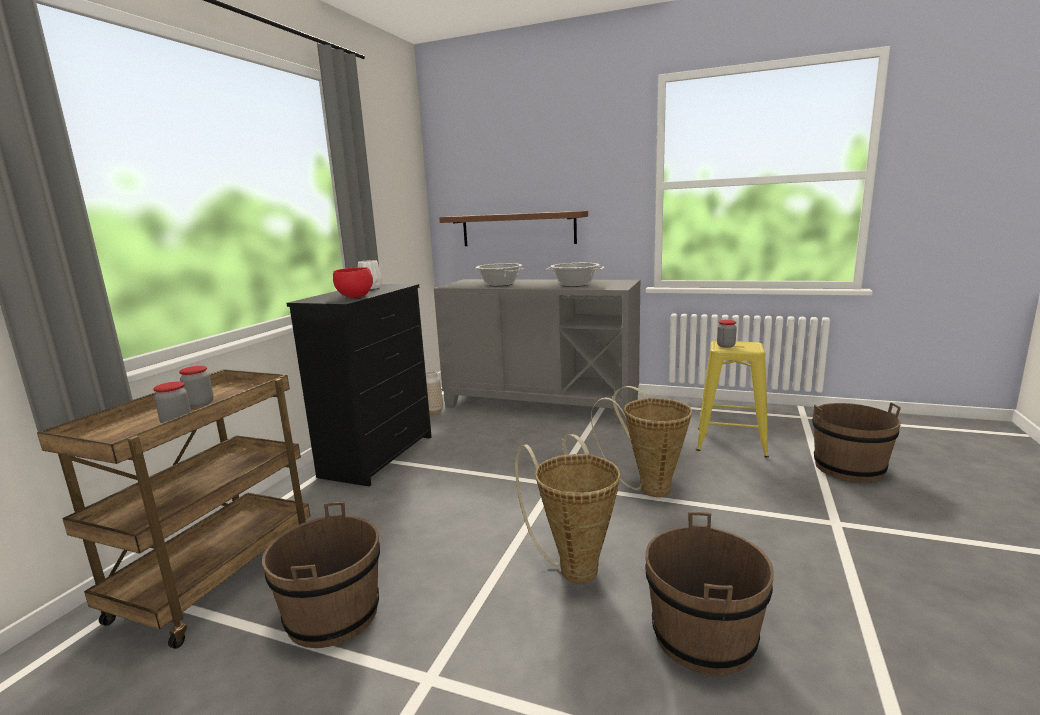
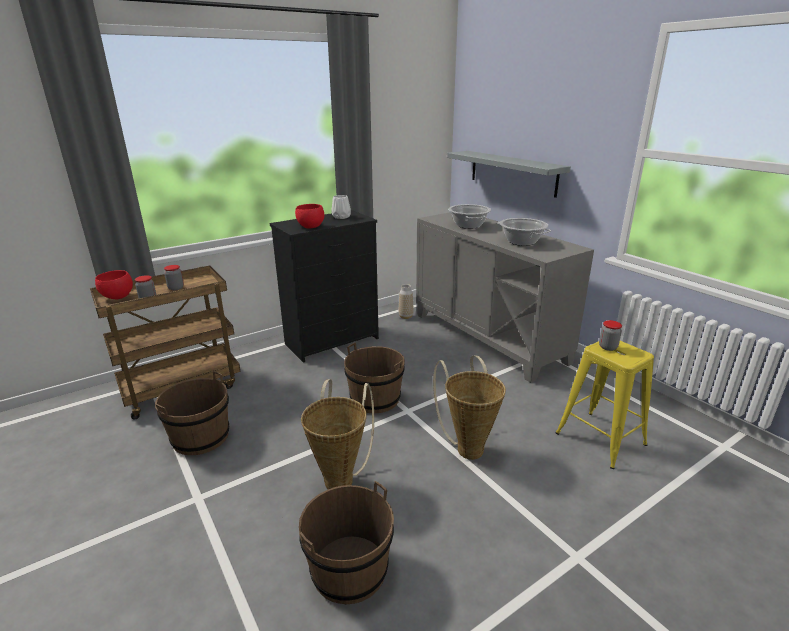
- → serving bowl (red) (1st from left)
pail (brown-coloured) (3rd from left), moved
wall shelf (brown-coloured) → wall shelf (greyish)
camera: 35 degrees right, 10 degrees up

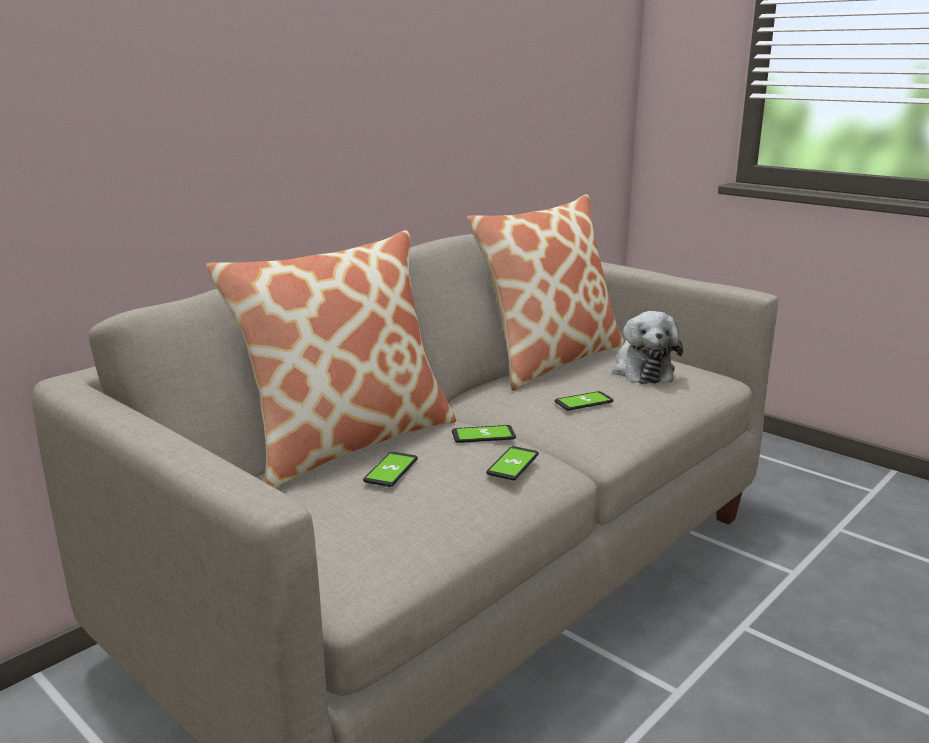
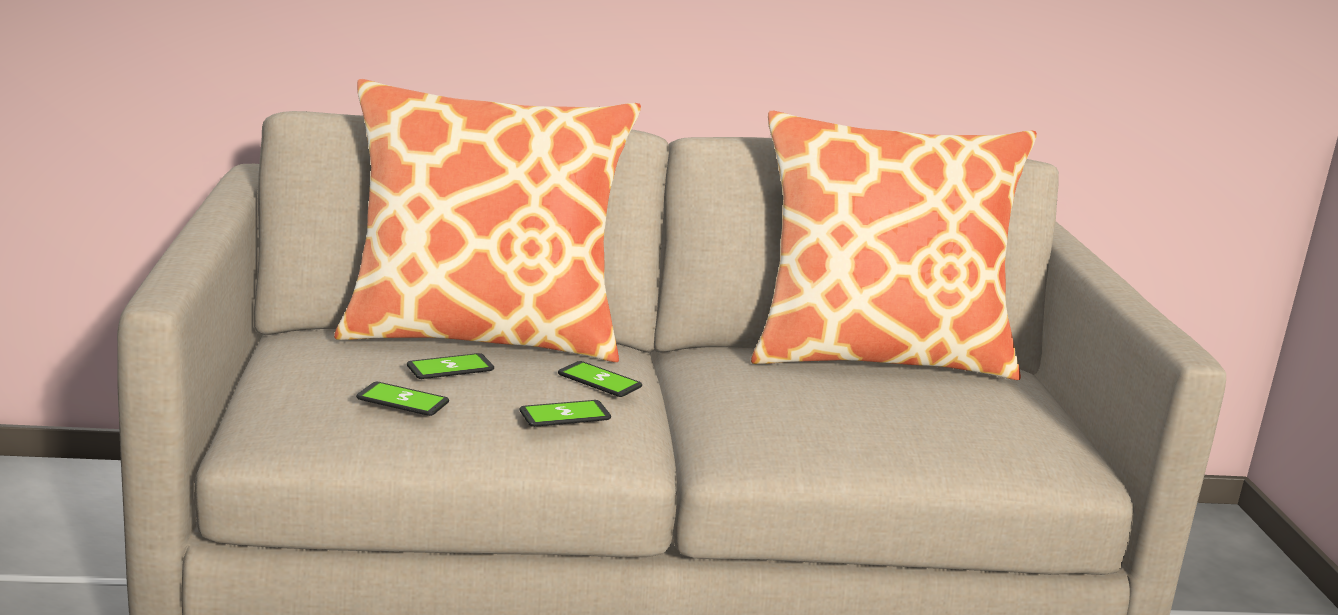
cuddly toy → -
telephone (4th from left in the first image) → telephone (1st from left), moved
camera: 40 degrees right, 0 degrees up

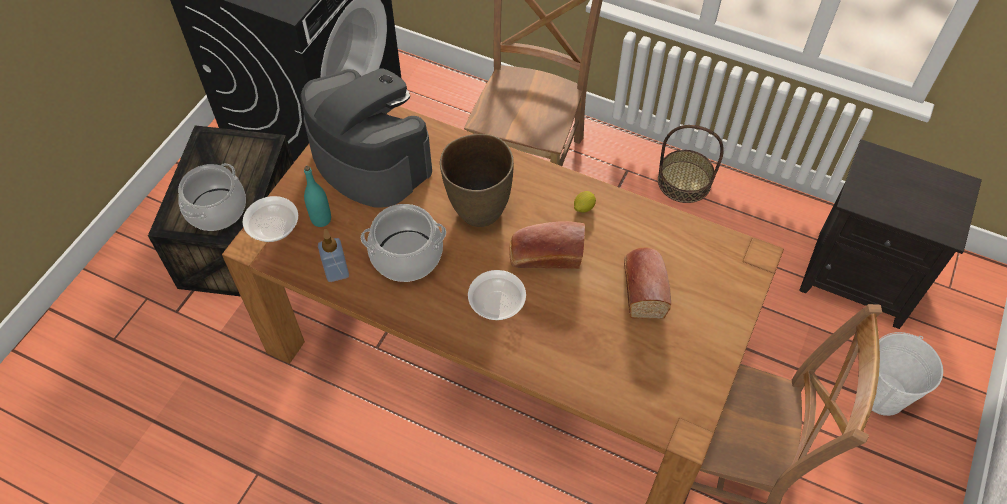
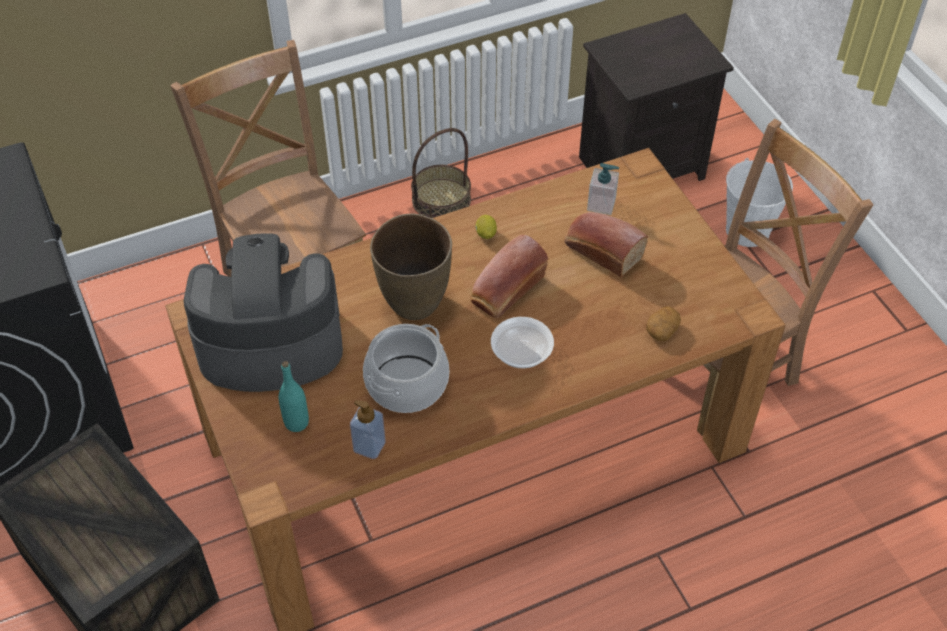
cooking pot (1st from left) → -
serving bowl (1st from left) → -
- → soap dispenser (2nd from left)
- → potato
camera: 50 degrees left, 5 degrees down

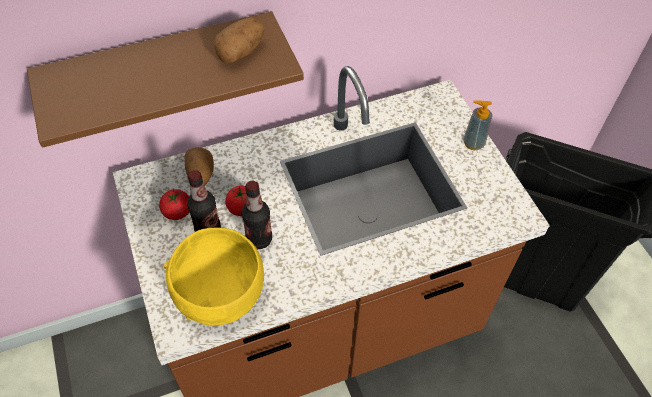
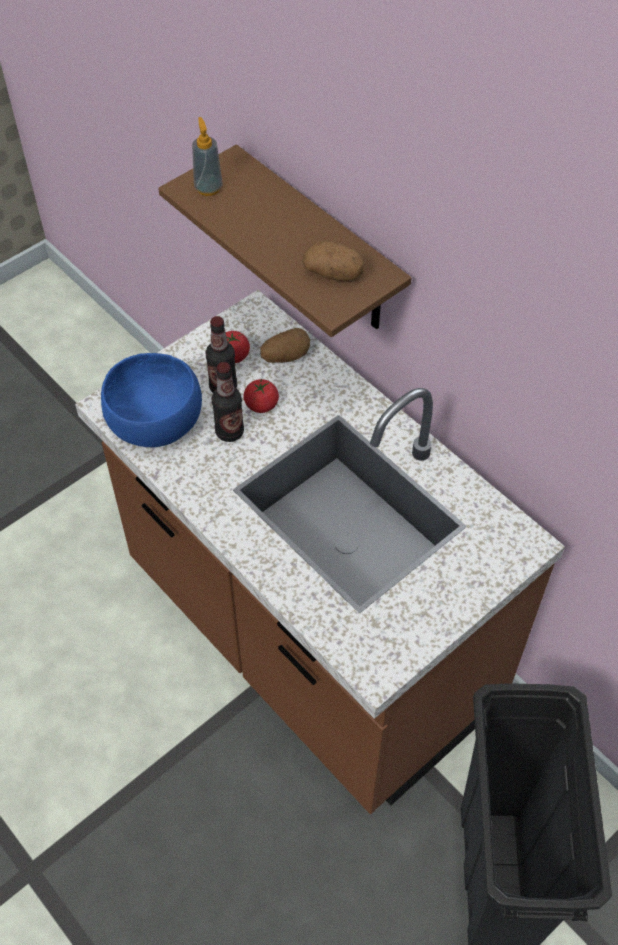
soap dispenser, moved
serving bowl (yellow-coloured) → serving bowl (bluish)
camera: 70 degrees right, 0 degrees up

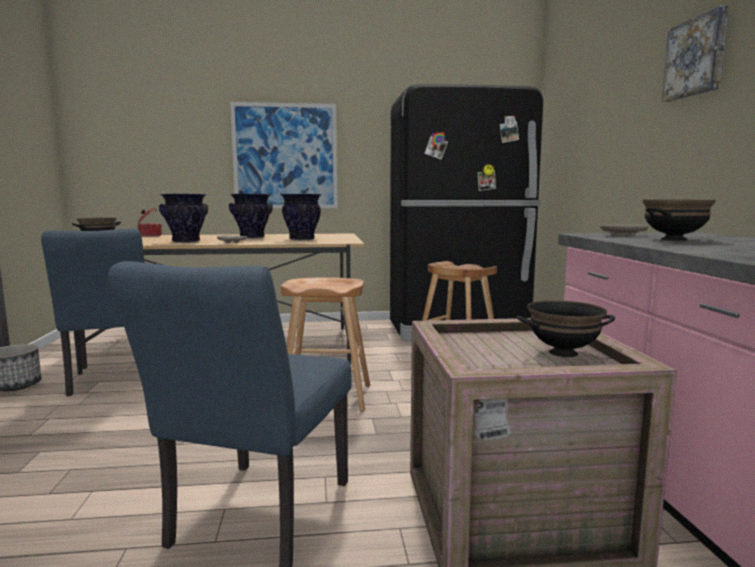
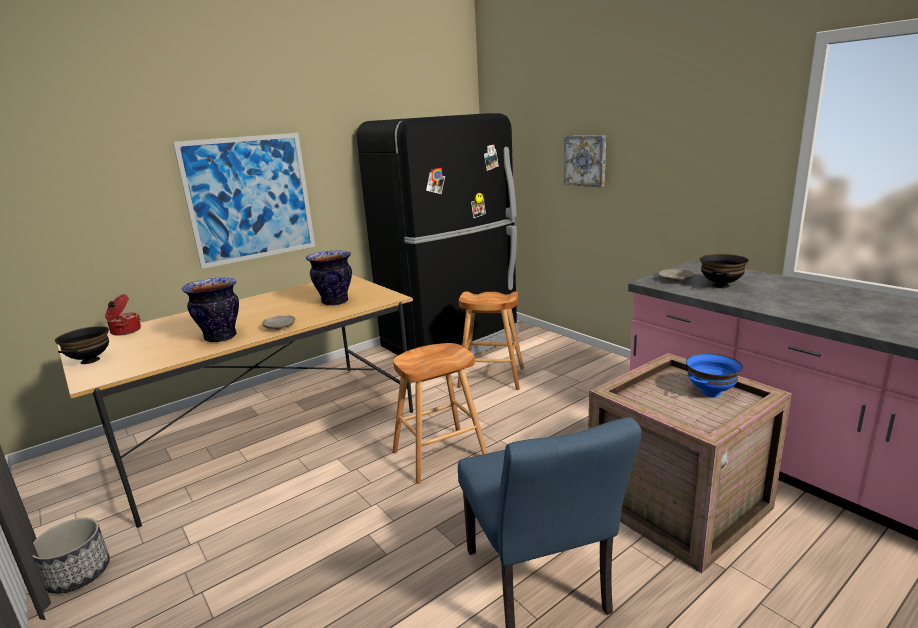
chair (bluish) (1st from left) → -
vase (2nd from left) → -
wall art (2nd from left), moved
serving bowl (black-coloured) (2nd from left) → serving bowl (bluish)
camera: 30 degrees left, 10 degrees up

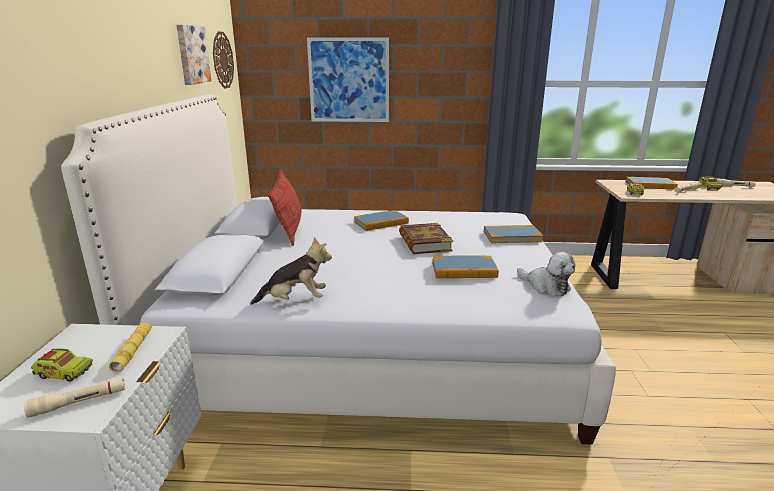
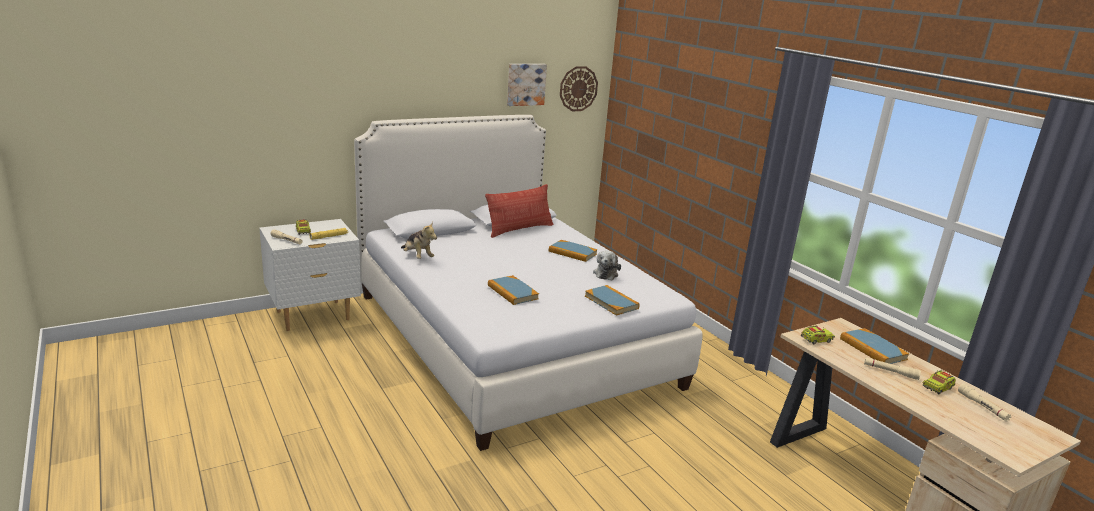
wall art (2nd from left) → -
bound book (2nd from left) → -
cuddly toy (2nd from left), moved
camera: 55 degrees right, 0 degrees up

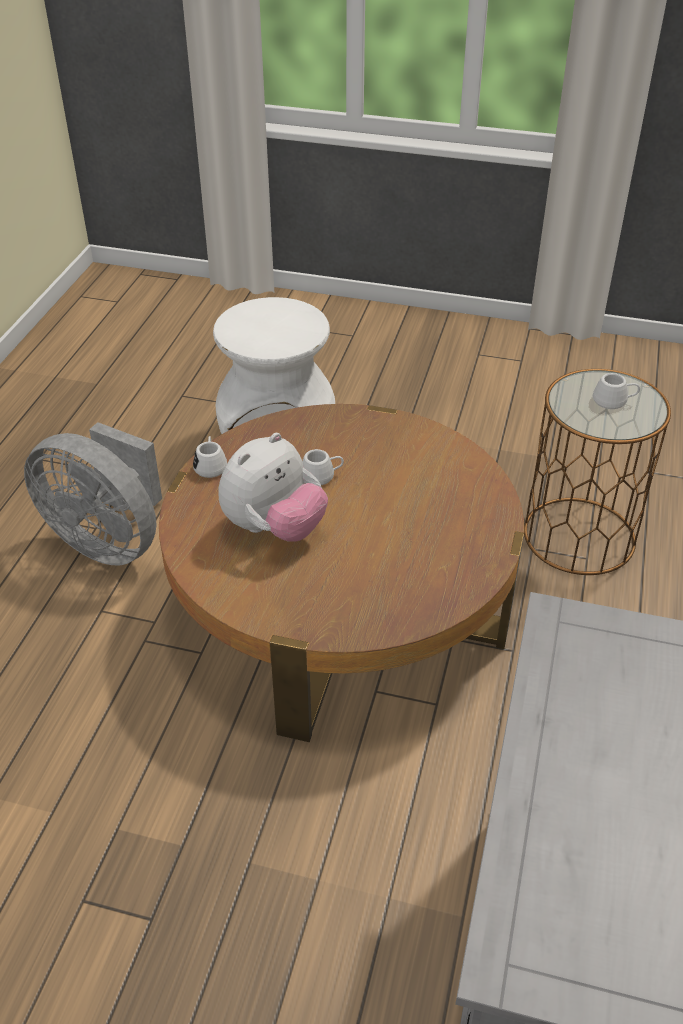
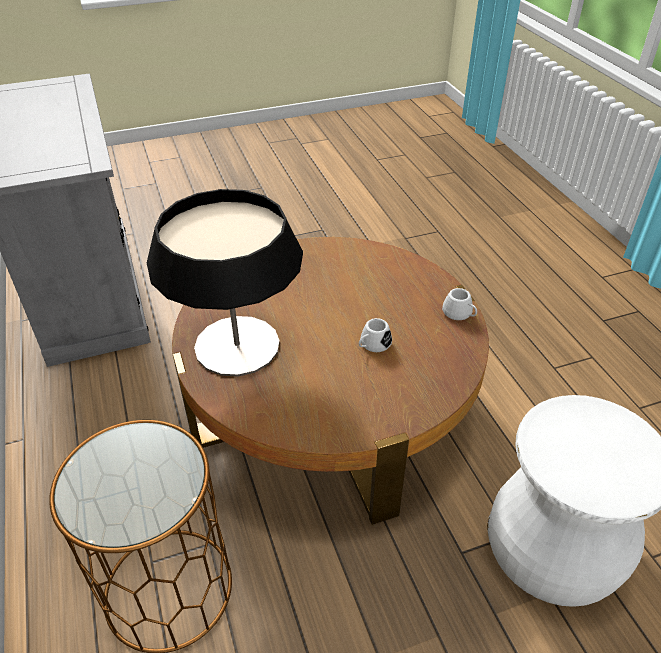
electric fan (greyish) → -
cuddly toy → -
mug (whitish) (3rd from left) → -
- → lamp for a table
camera: 145 degrees right, 0 degrees up

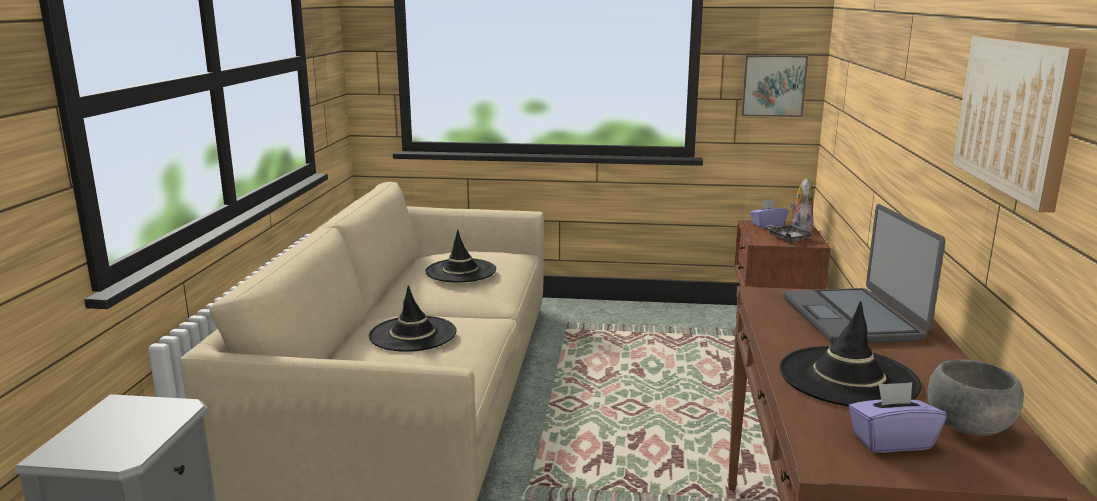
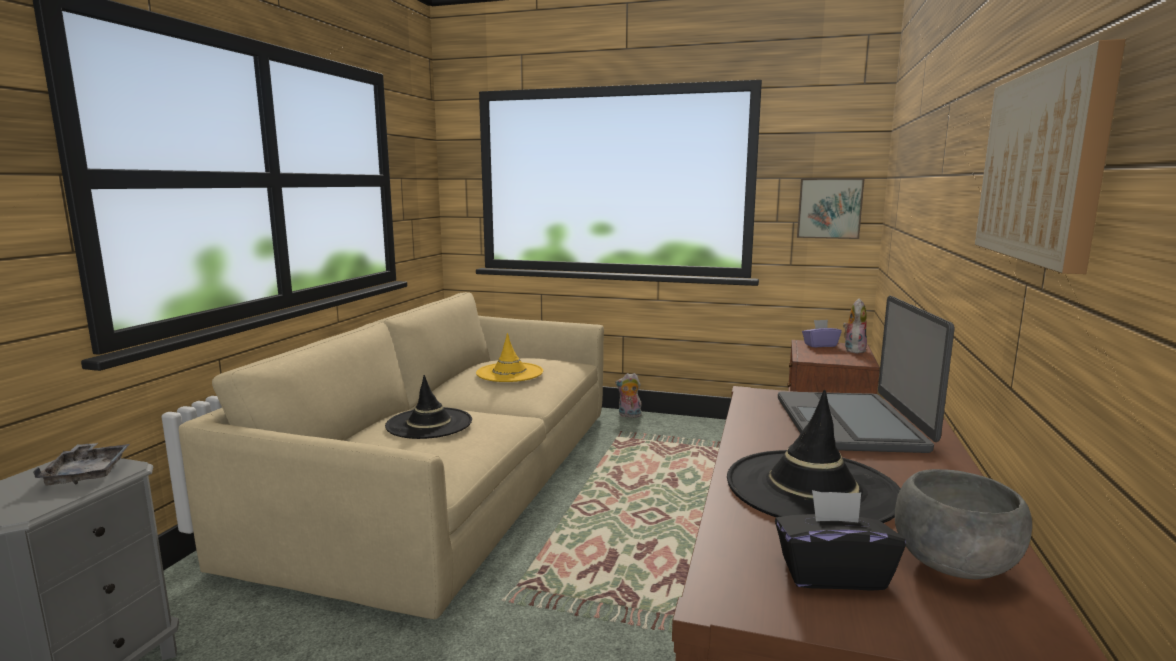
- → cuddly toy (1st from left)
tray (greyish), moved
clothing hat (black-coloured) (2nd from left) → clothing hat (yellow-coloured)
tissue holder (purplish) (2nd from left) → tissue holder (black-coloured)
camera: 10 degrees right, 5 degrees down

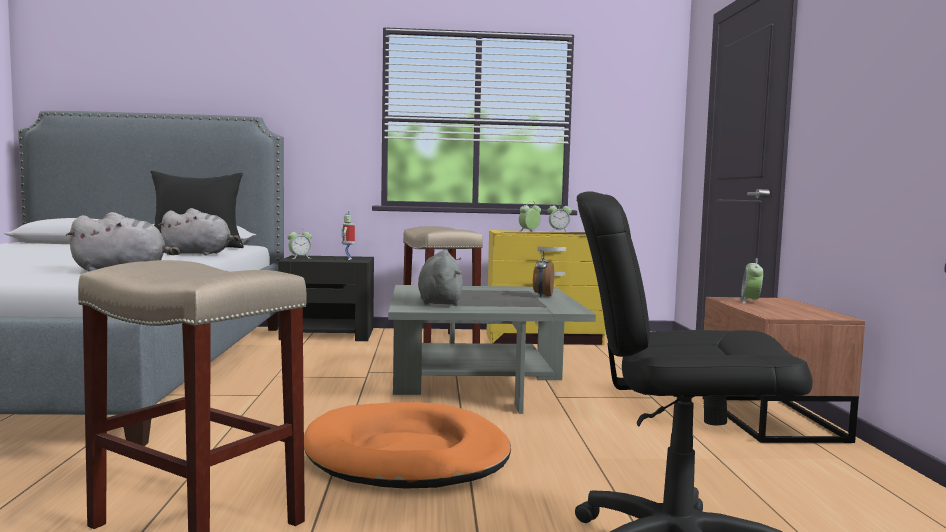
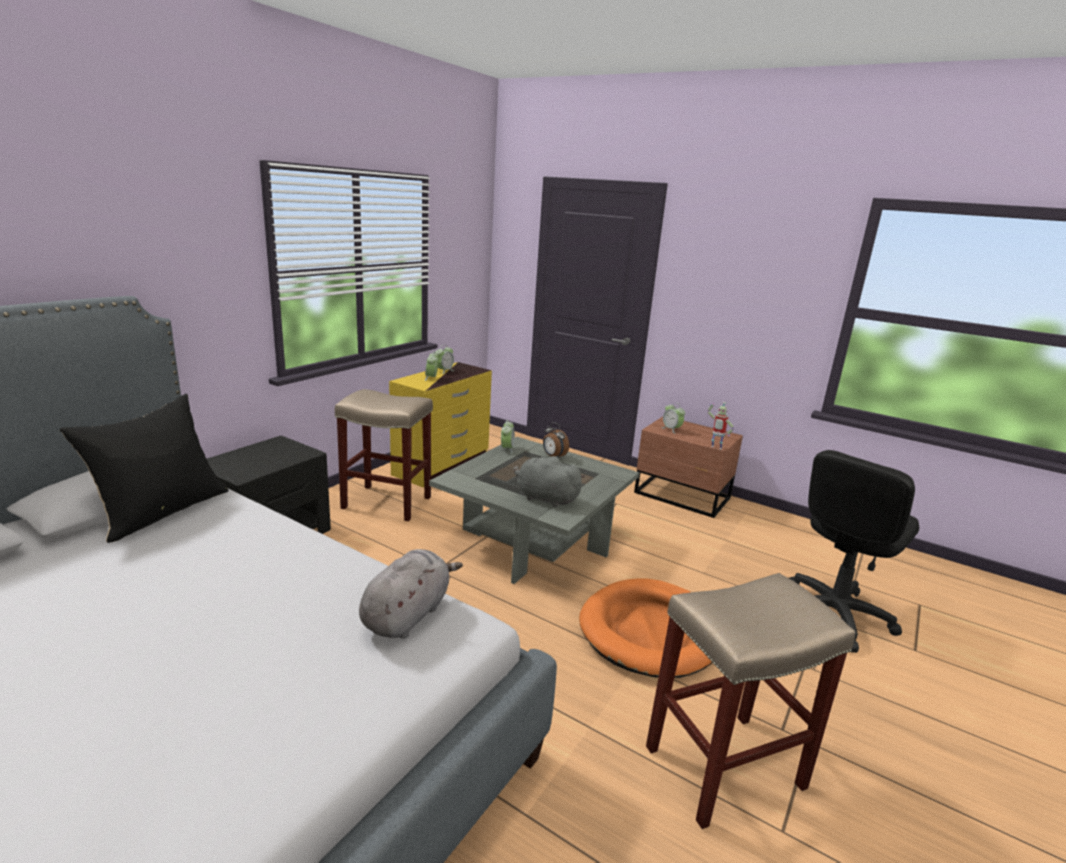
cuddly toy (greyish) (2nd from left) → -
table clock (1st from left in the first image) → table clock (3rd from left), moved
model robot, moved
camera: 55 degrees left, 15 degrees up

